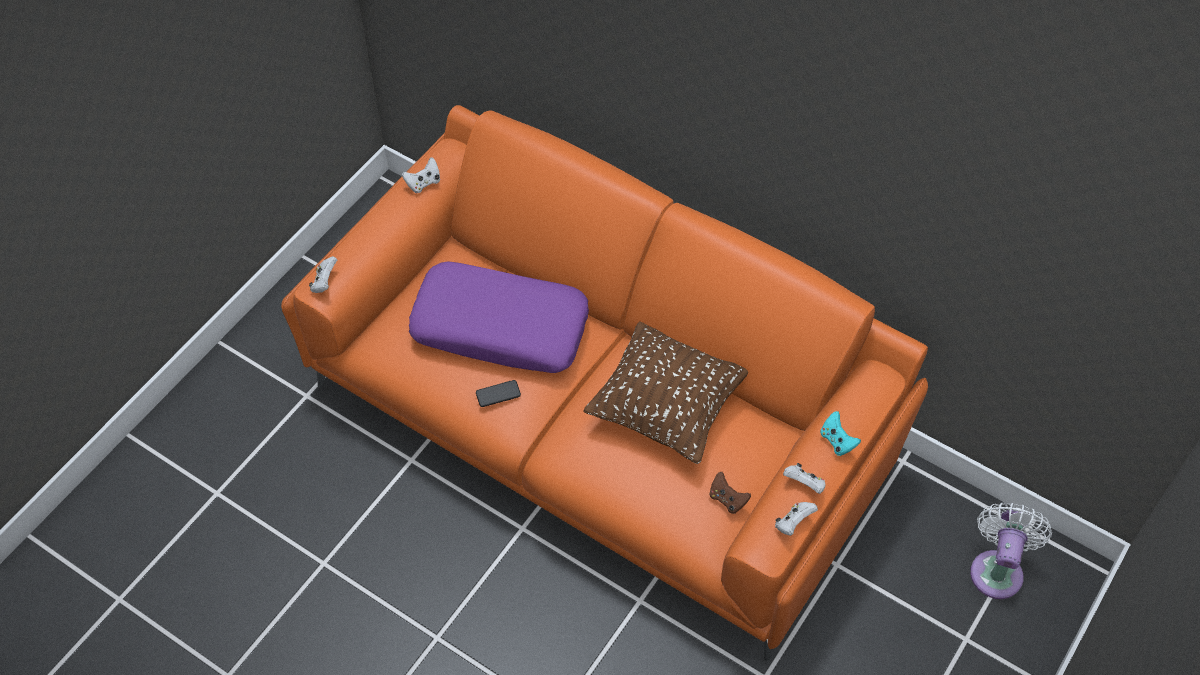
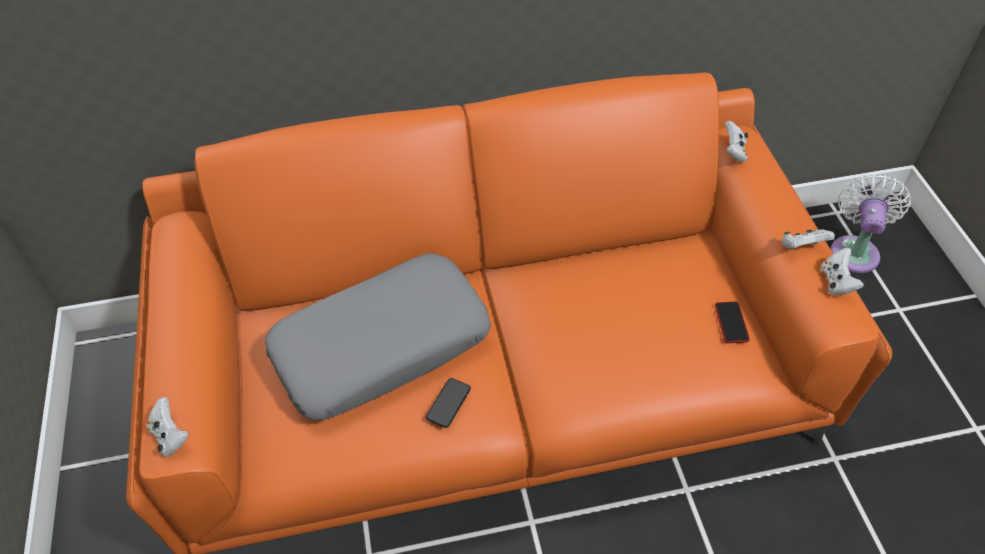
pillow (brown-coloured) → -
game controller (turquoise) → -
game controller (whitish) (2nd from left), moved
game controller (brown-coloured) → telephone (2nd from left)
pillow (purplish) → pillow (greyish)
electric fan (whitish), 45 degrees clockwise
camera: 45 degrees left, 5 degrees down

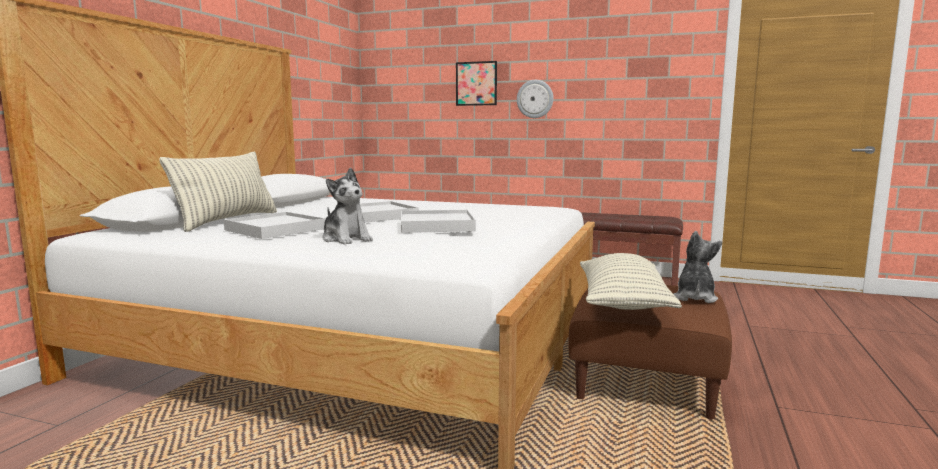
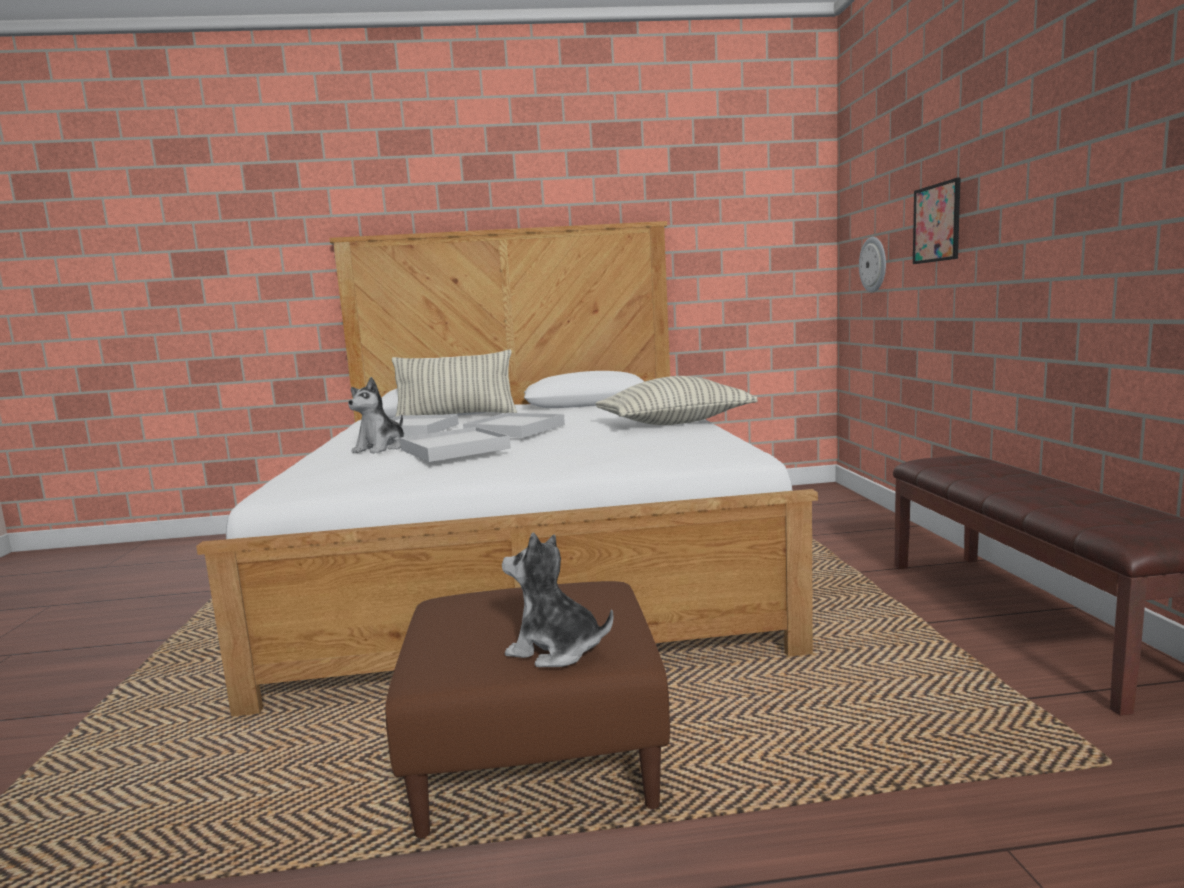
clock on the wall, moved
pillow (2nd from left), moved
cuddly toy (2nd from left), 150 degrees counterclockwise
camera: 65 degrees right, 0 degrees up

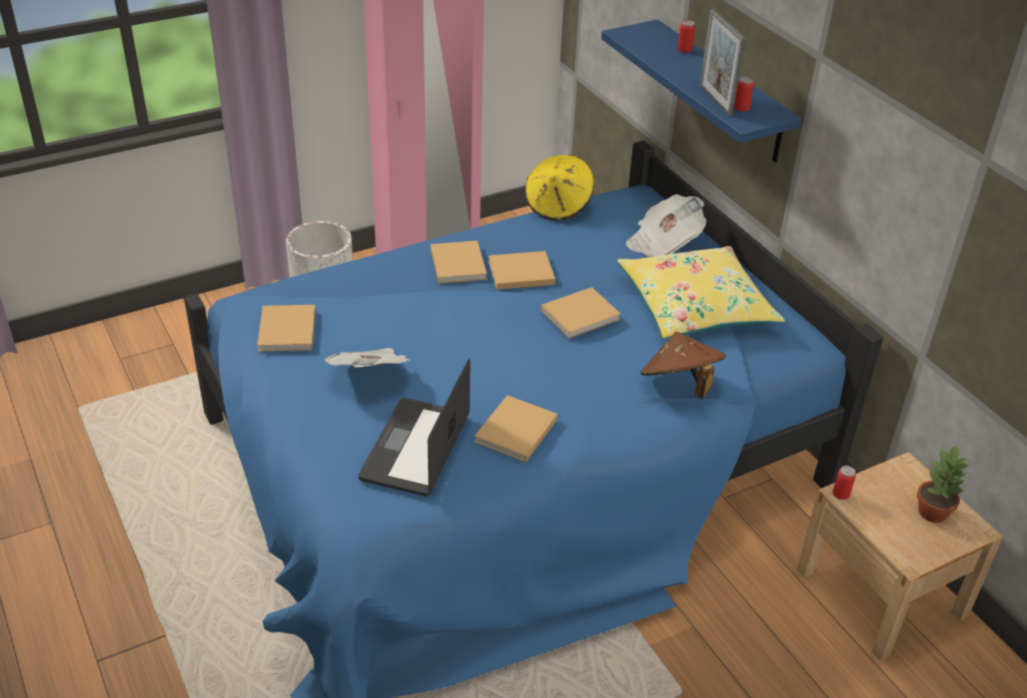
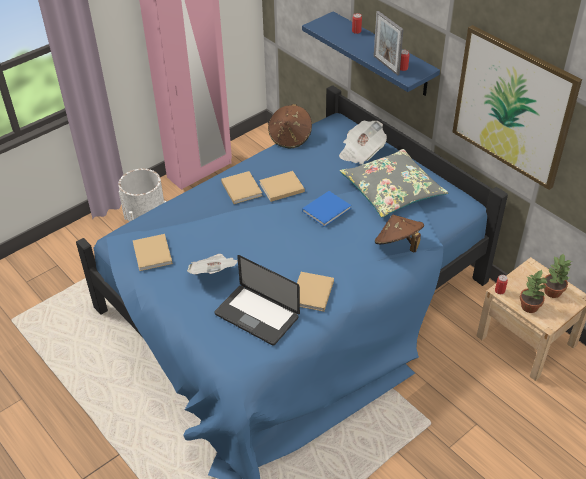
- → wall art
- → plant in a pot (1st from left)
clothing hat (yellow-coloured) → clothing hat (brown-coloured) (1st from left)
bound book (beige-coloured) (5th from left) → bound book (bluish)
pillow (yellow-coloured) → pillow (greyish)
laptop, 60 degrees counterclockwise
camera: 10 degrees left, 5 degrees up

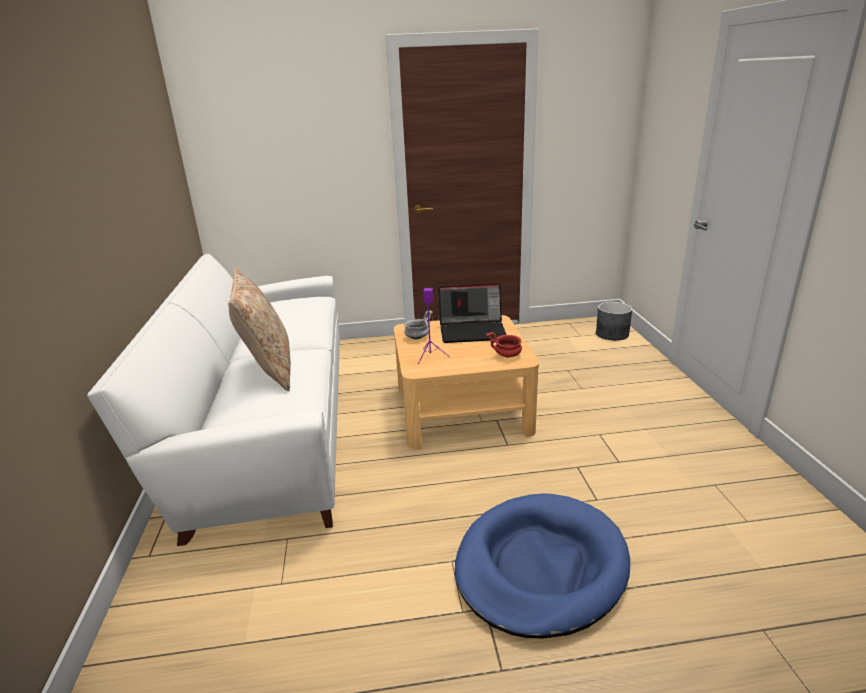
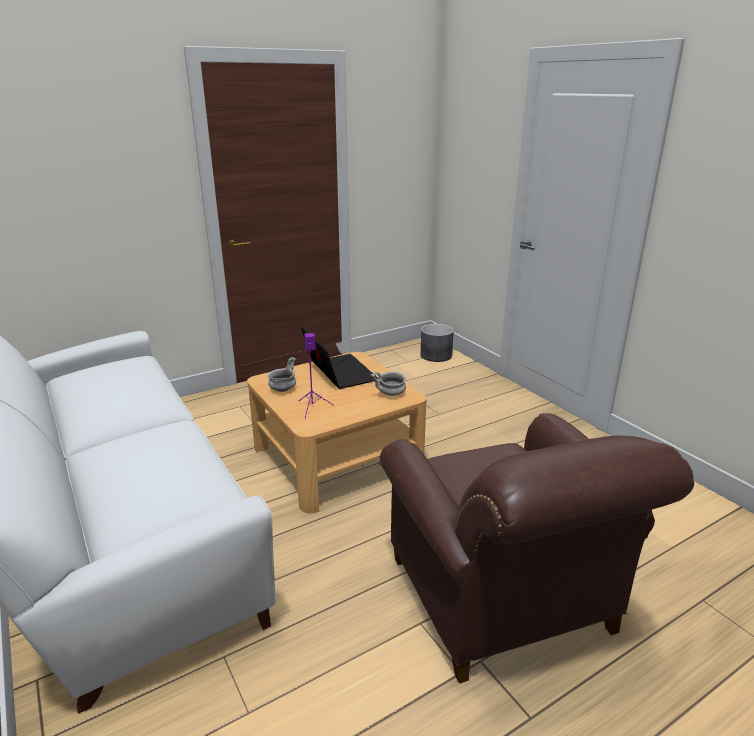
pillow (beige-coloured) → -
dog bed (bluish) → easy chair (brown-coloured)
serving bowl (red) → serving bowl (greyish) (2nd from left)
laptop, 90 degrees counterclockwise
camera: 25 degrees left, 0 degrees up

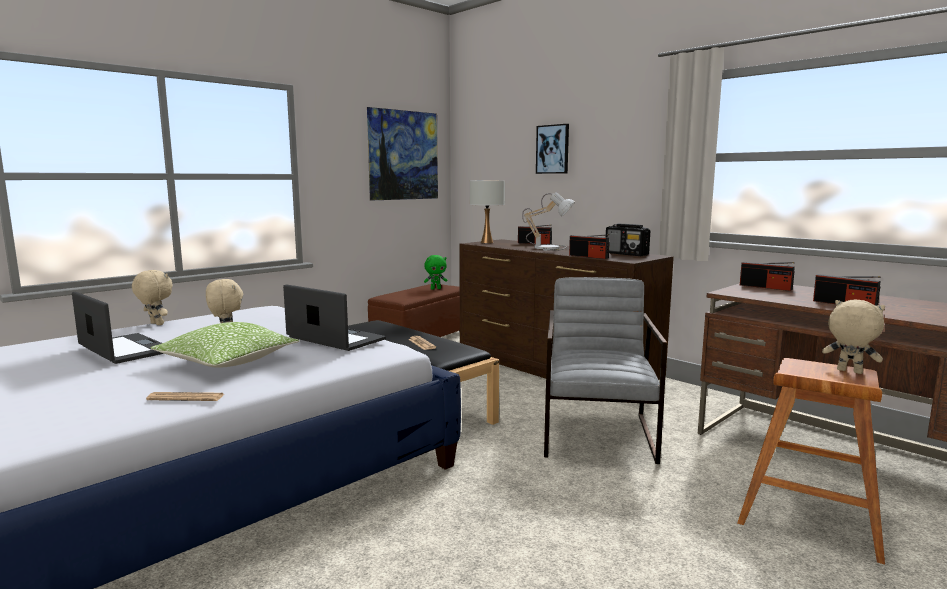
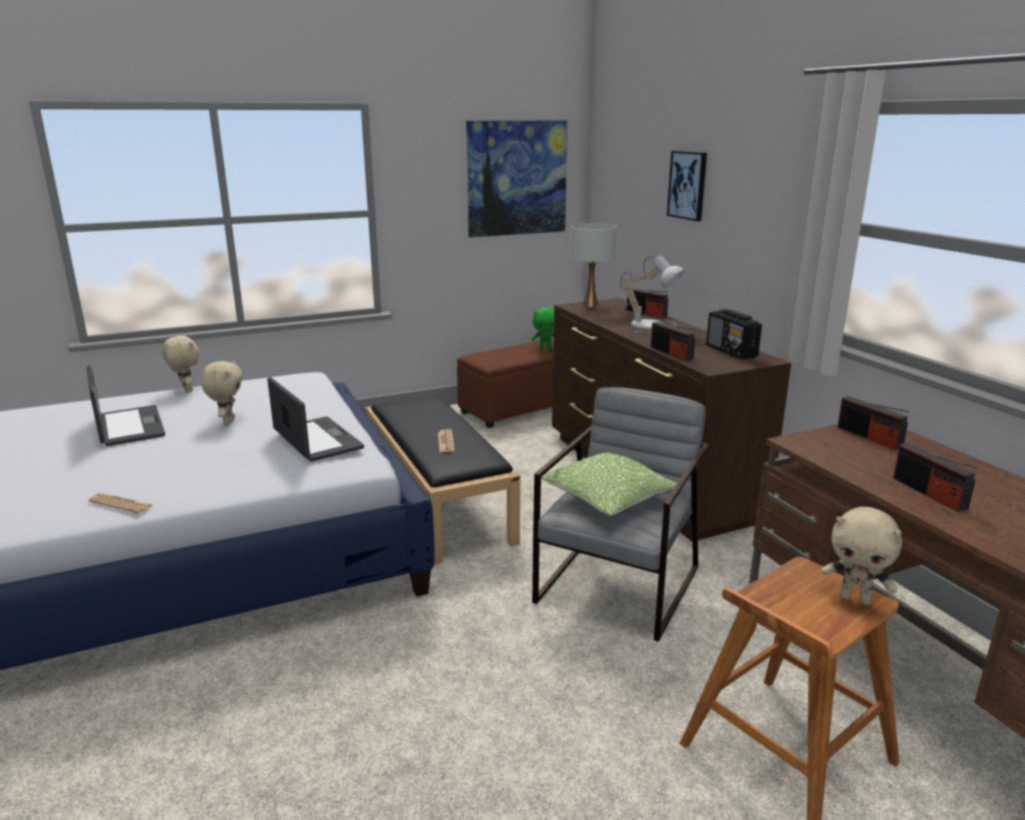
pillow, moved
cuddly toy (beige-coloured) (3rd from left), 150 degrees clockwise
camera: 20 degrees right, 10 degrees up

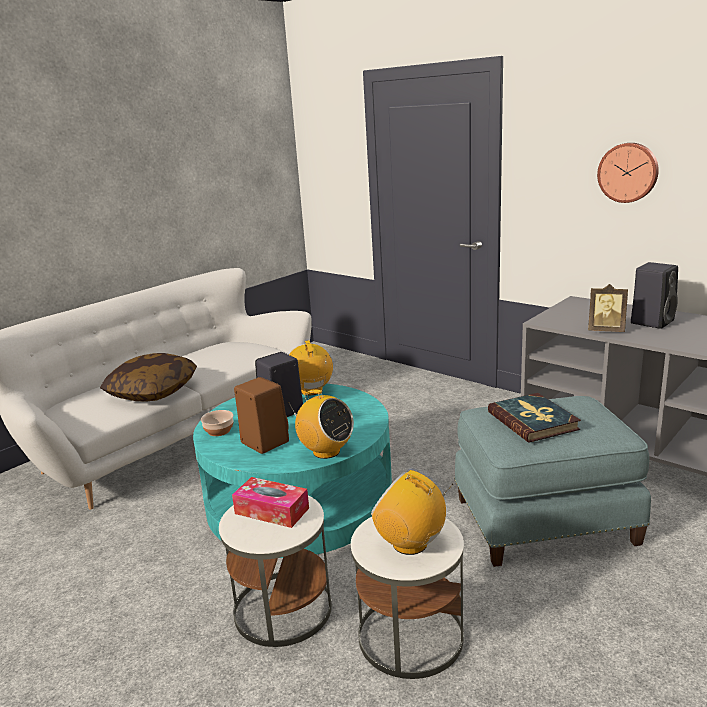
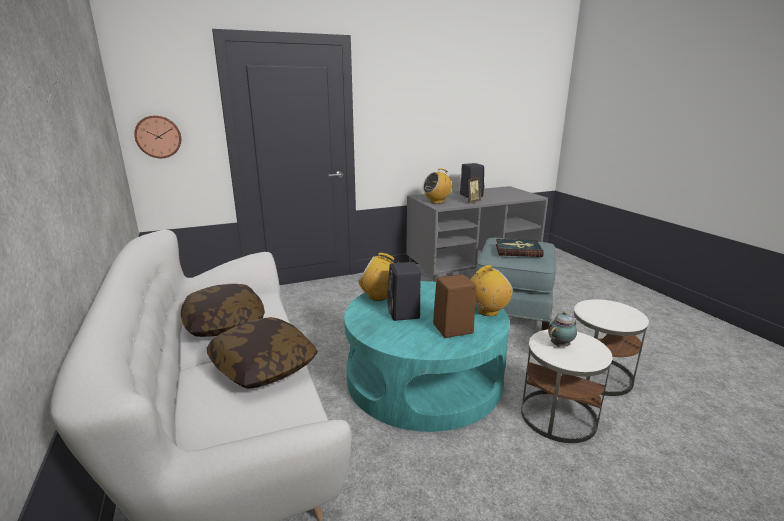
serving bowl → -
- → pillow (1st from left)
radio receiver (3rd from left in the first image) → radio receiver (2nd from left), moved
clock on the wall, moved
tissue holder → tea pot
camera: 65 degrees left, 0 degrees up

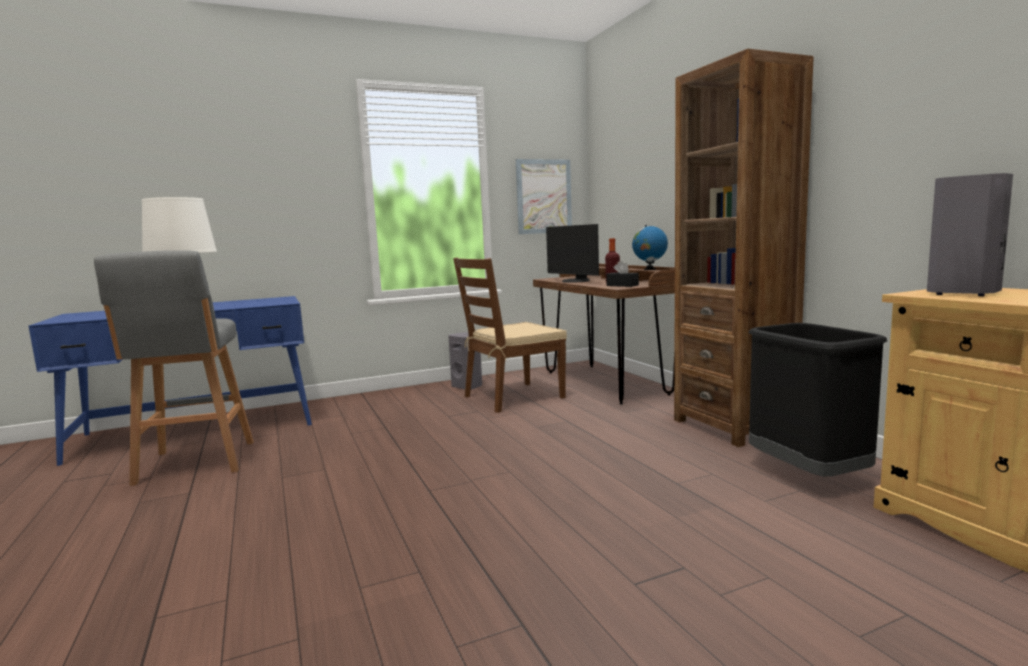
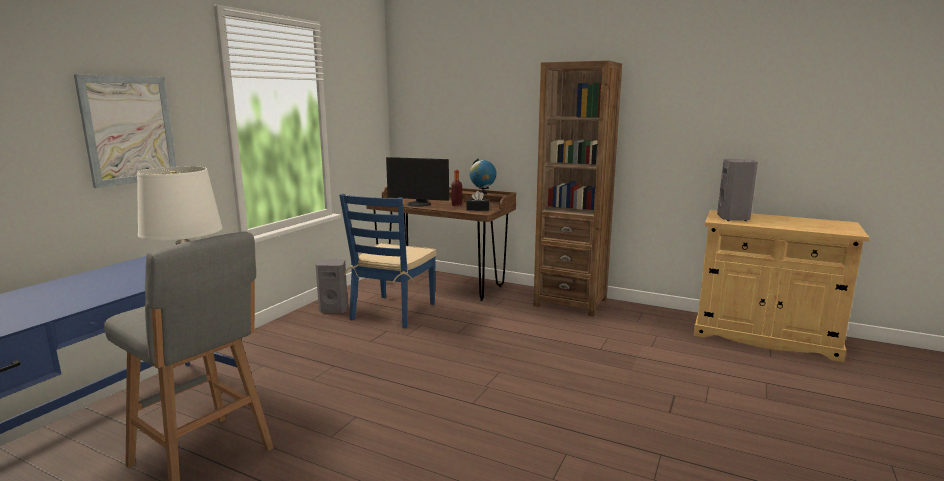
waste bin (black-coloured) → -
wall art, moved
chair (brown-coloured) → chair (bluish)
camera: 40 degrees left, 5 degrees up

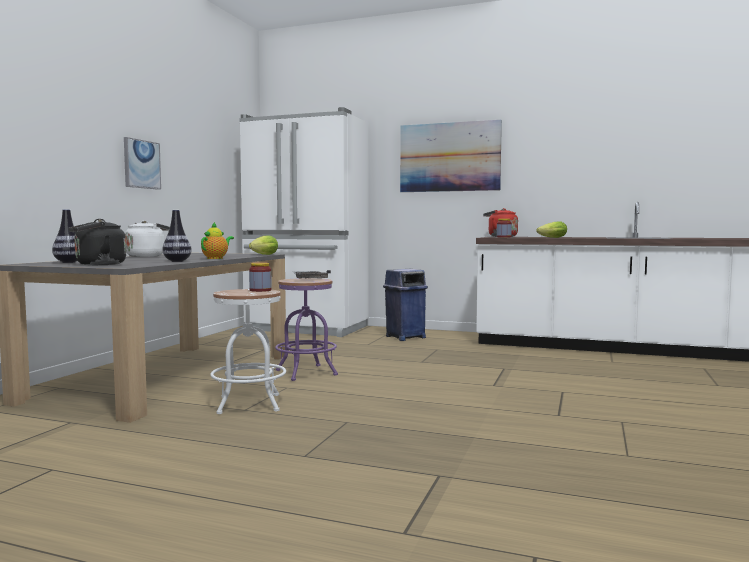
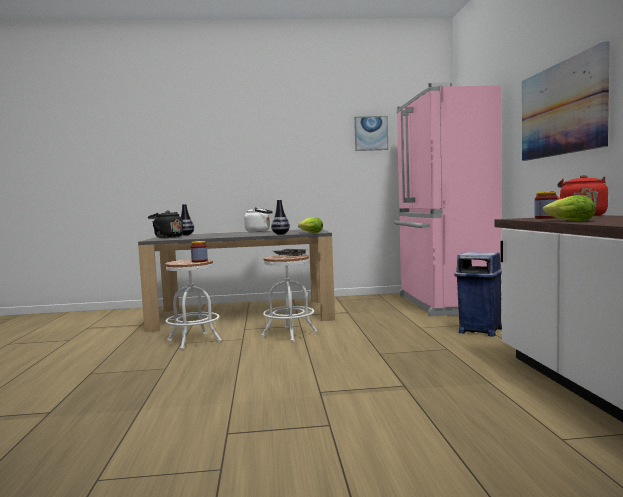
tea pot → -
wall art (1st from left), moved
vase (2nd from left), moved
kitchen fridge (whitish) → kitchen fridge (pink-coloured)
stool (purplish) → stool (whitish) (2nd from left)
camera: 65 degrees right, 0 degrees up

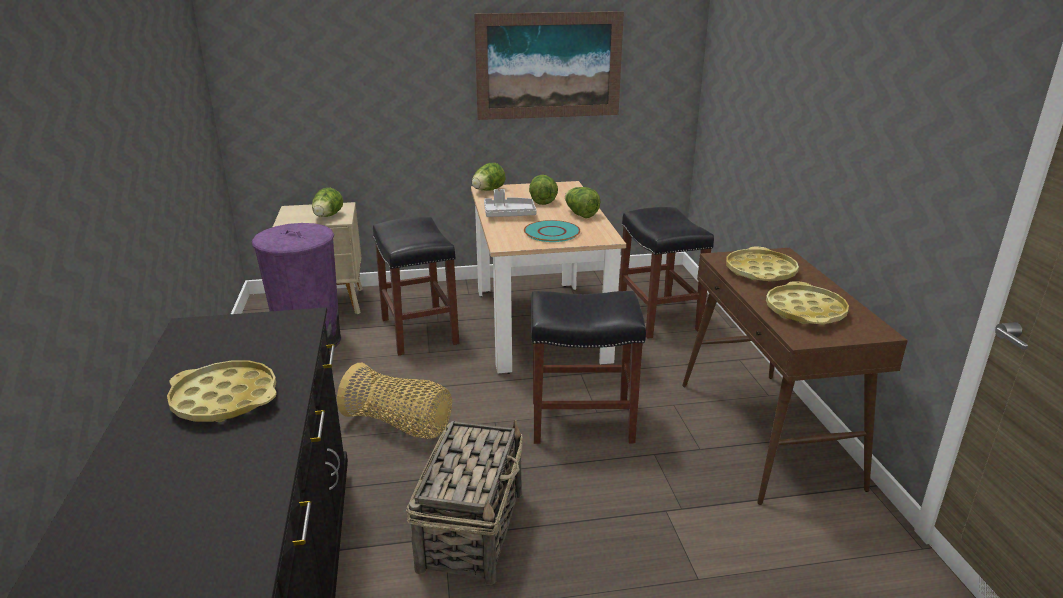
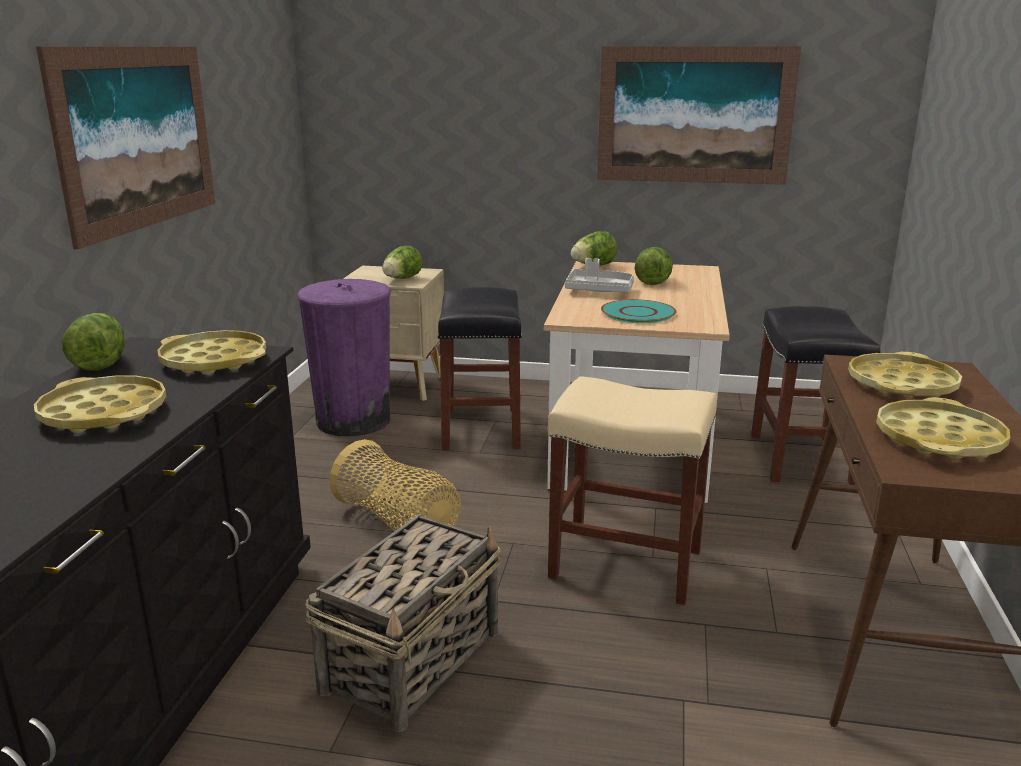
- → wall art (1st from left)
- → tray (yellow-coloured) (2nd from left)
head of lettuce (4th from left in the first image) → head of lettuce (1st from left), moved
stool (black-coloured) (2nd from left) → stool (beige-coloured)
camera: 20 degrees right, 5 degrees down

